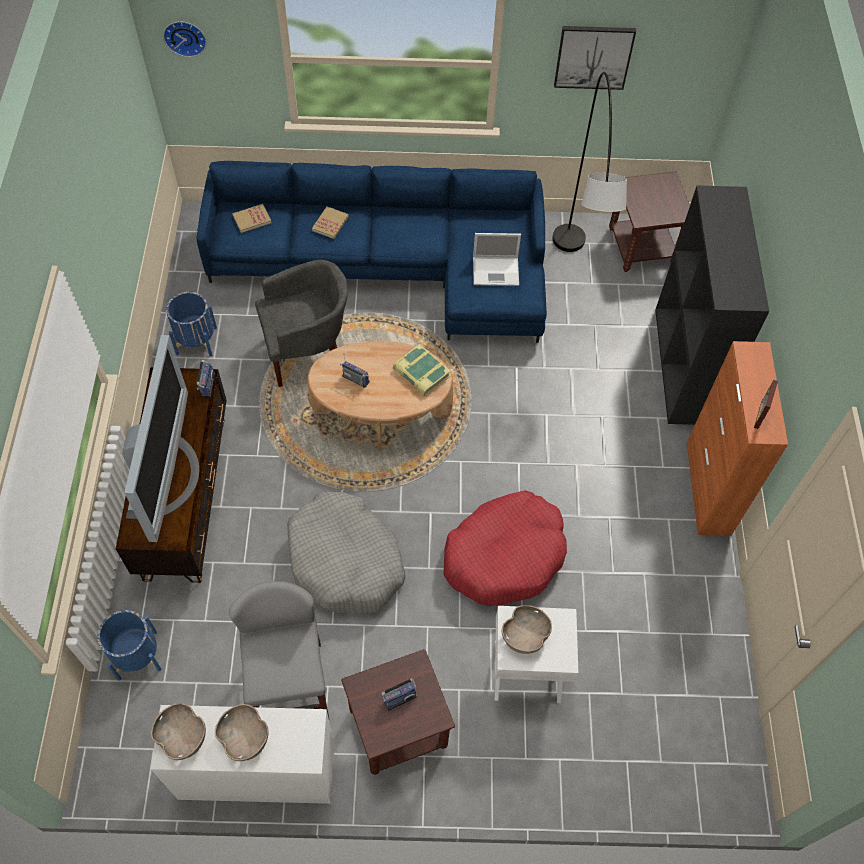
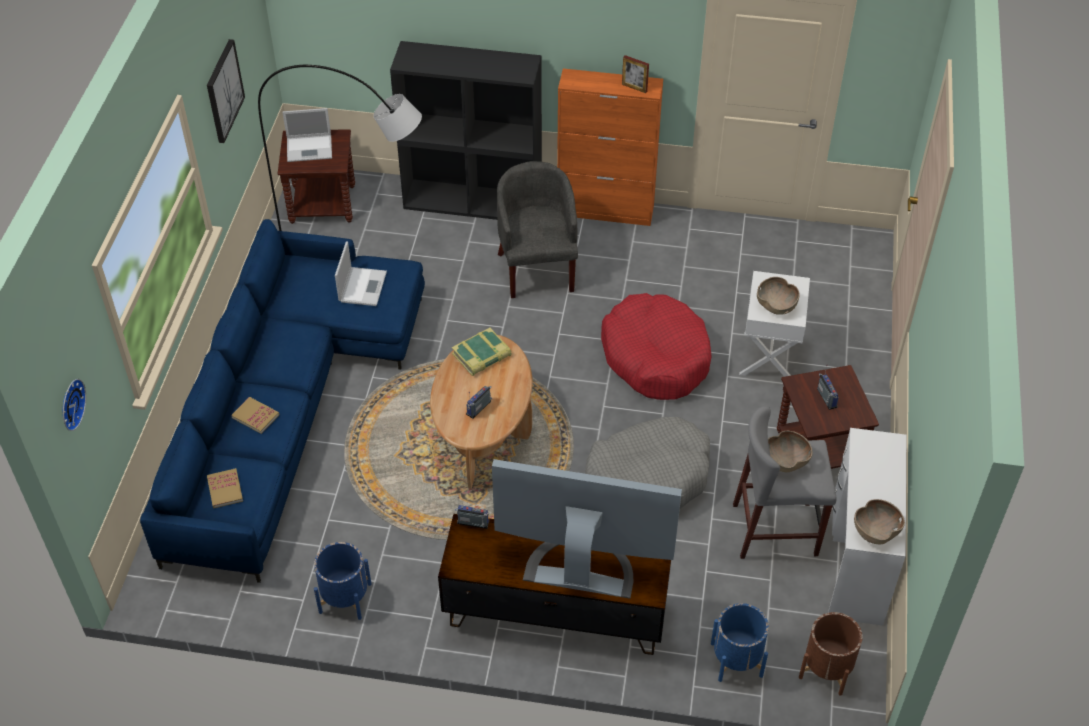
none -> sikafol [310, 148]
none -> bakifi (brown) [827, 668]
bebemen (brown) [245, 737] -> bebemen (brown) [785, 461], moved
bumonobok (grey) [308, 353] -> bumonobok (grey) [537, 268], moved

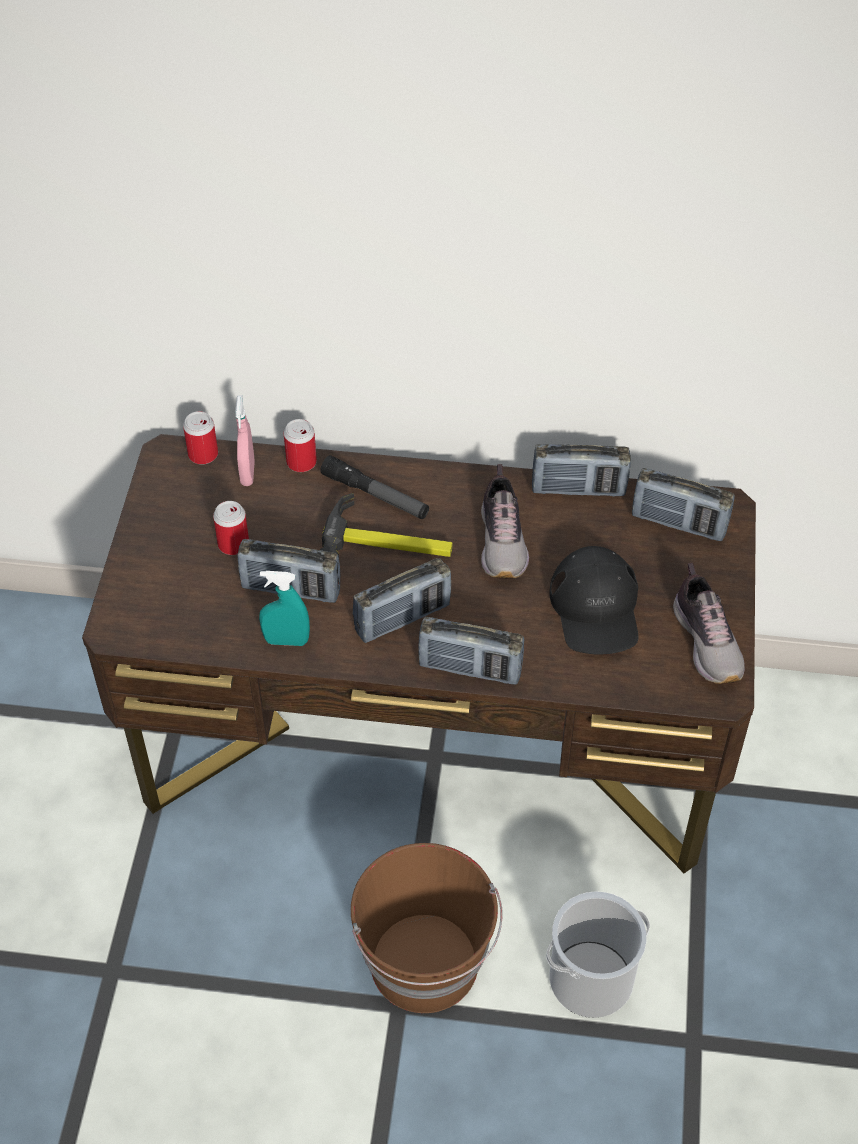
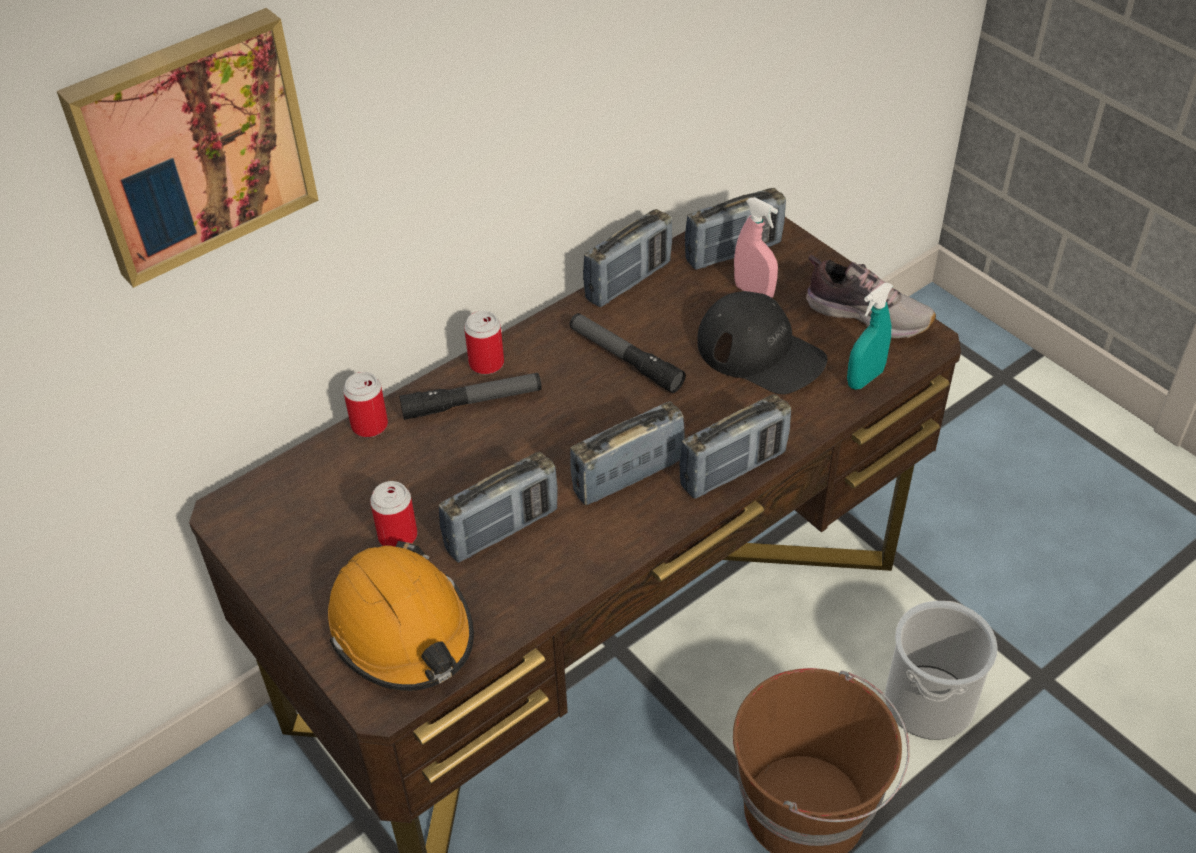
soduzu [388, 542] -> none
none -> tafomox [192, 144]
none -> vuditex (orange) [402, 630]
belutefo [203, 454] -> belutefo [486, 363], moved
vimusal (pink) [247, 473] -> vimusal (pink) [753, 292], moved
vimusal (turquoise) [286, 641] -> vimusal (turquoise) [865, 379], moved
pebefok [503, 541] -> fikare [625, 359]
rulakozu [402, 618] -> rulakozu [628, 476], 135 degrees counterclockwise

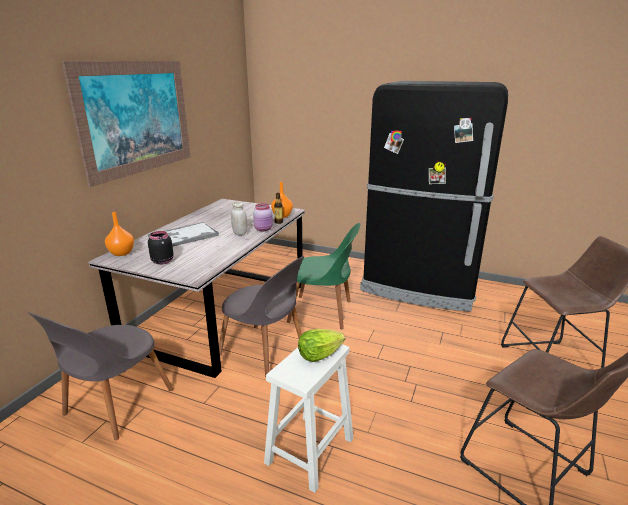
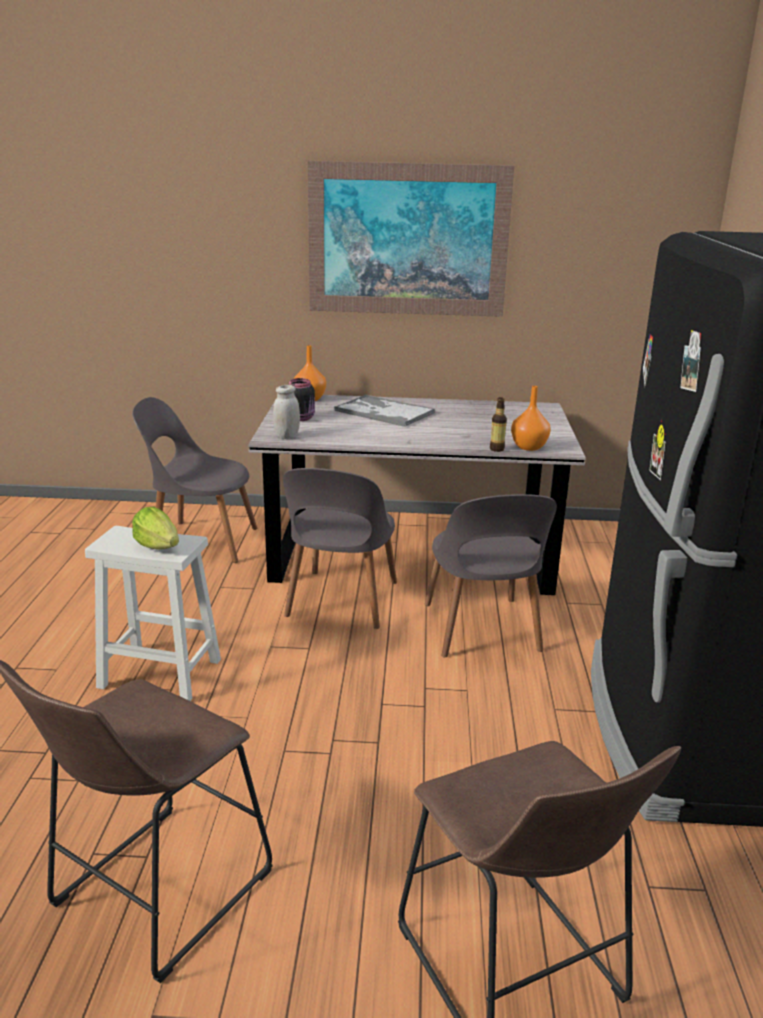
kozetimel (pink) [264, 229] -> none
kozetimel (white) [240, 233] -> kozetimel (white) [287, 436], moved
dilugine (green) [323, 312] -> dilugine (grey) [481, 630]

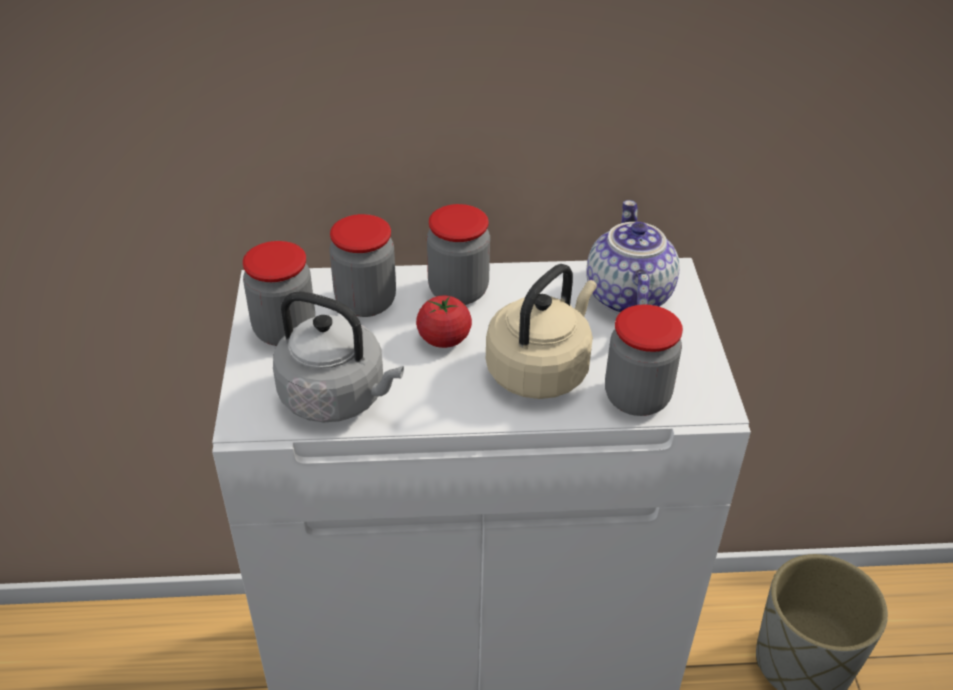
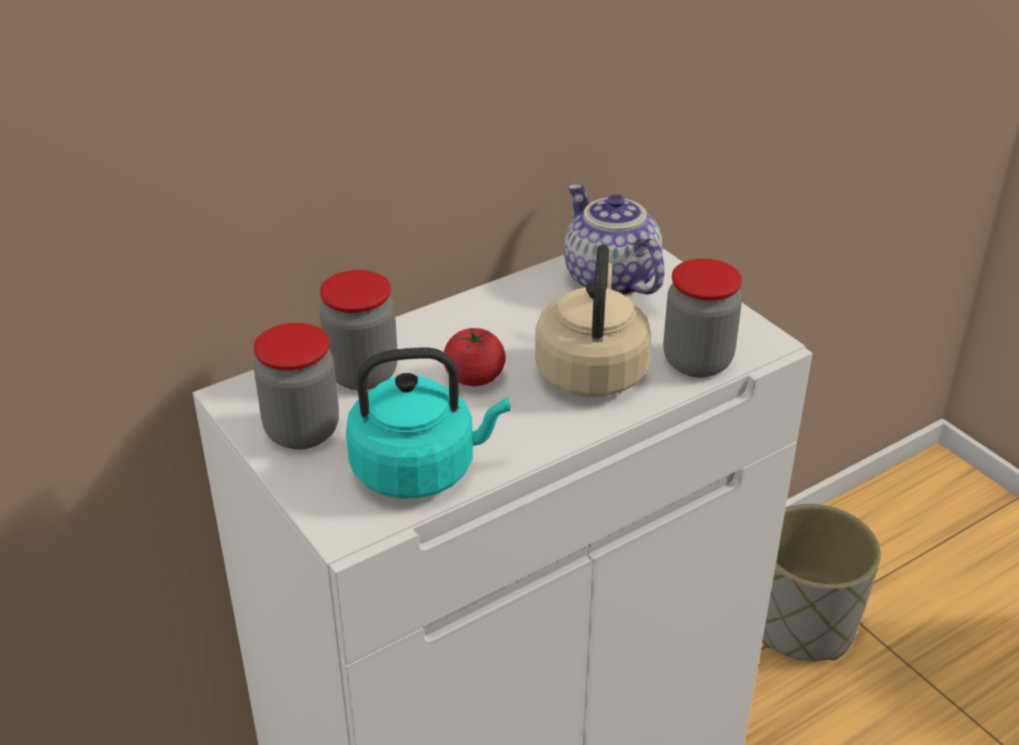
kozetimel [458, 291] -> none
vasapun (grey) [338, 397] -> vasapun (turquoise) [420, 470]

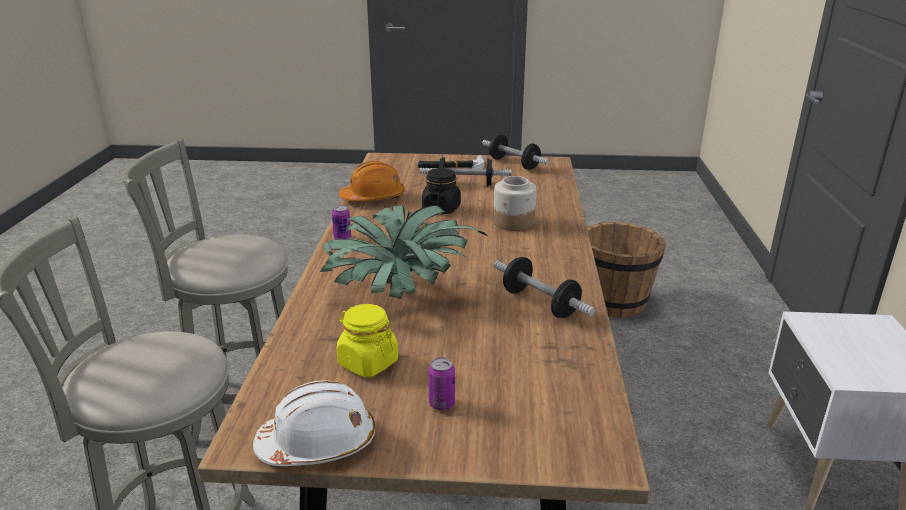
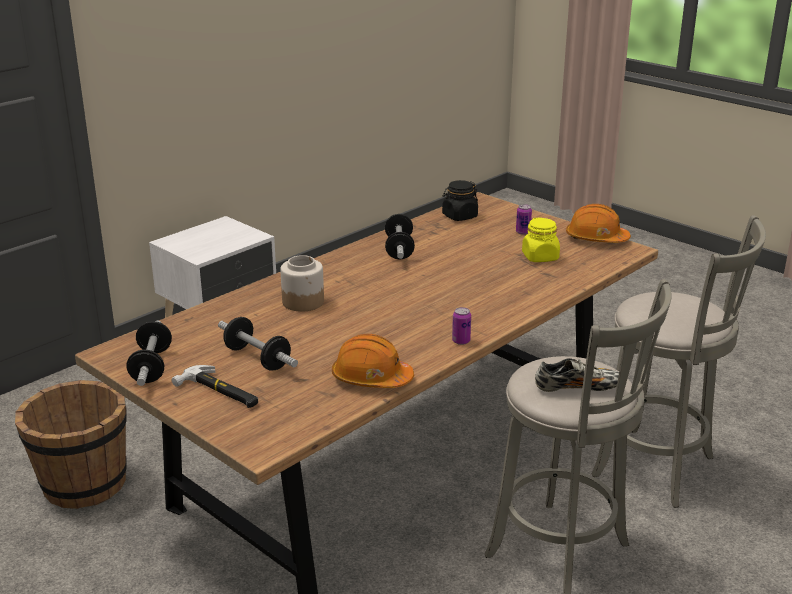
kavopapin [399, 296] -> none
none -> pebefok [577, 388]
kozetimel (black) [441, 208] -> kozetimel (black) [459, 216], moved
vuditex (white) [318, 443] -> vuditex (orange) [596, 239]

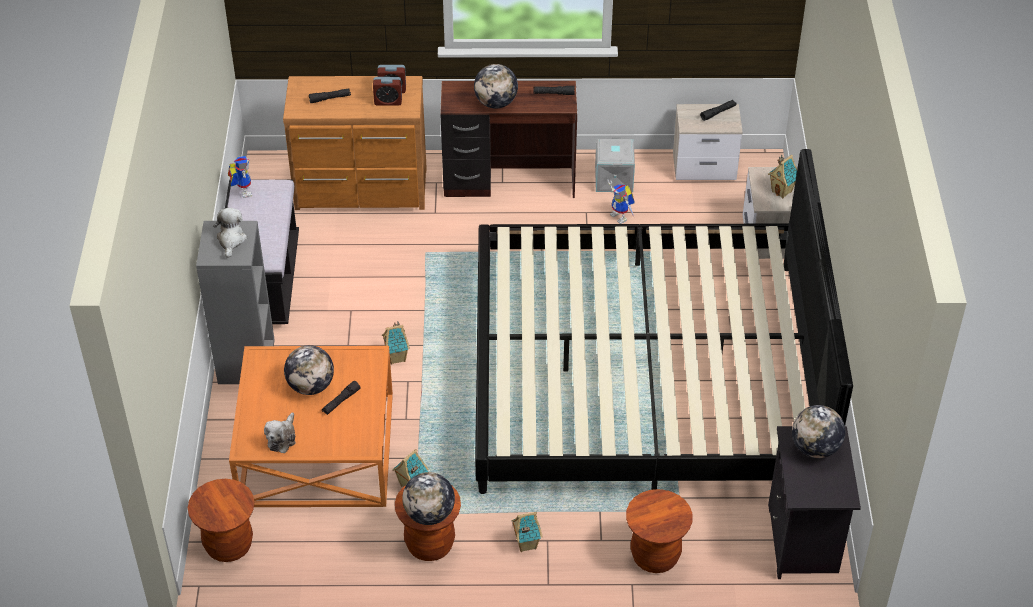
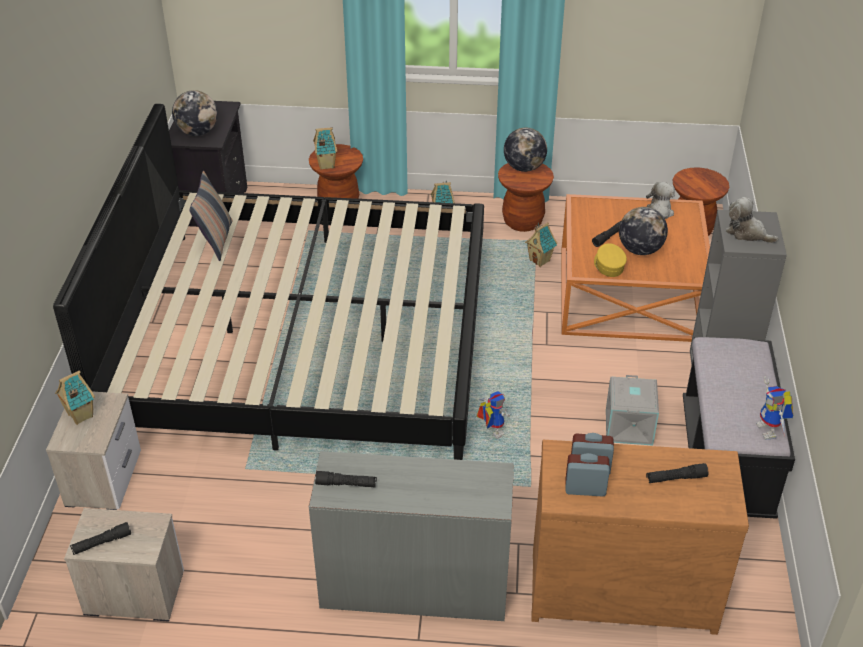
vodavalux [496, 103] -> none
none -> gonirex [216, 240]
none -> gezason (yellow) [608, 265]
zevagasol [397, 357] -> zevagasol [325, 165], moved
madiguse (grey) [613, 179] -> madiguse (grey) [630, 427], moved
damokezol [621, 217] -> damokezol [490, 430], moved
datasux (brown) [509, 182] -> datasux (grey) [414, 585]
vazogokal [231, 240] -> vazogokal [747, 233], 120 degrees clockwise

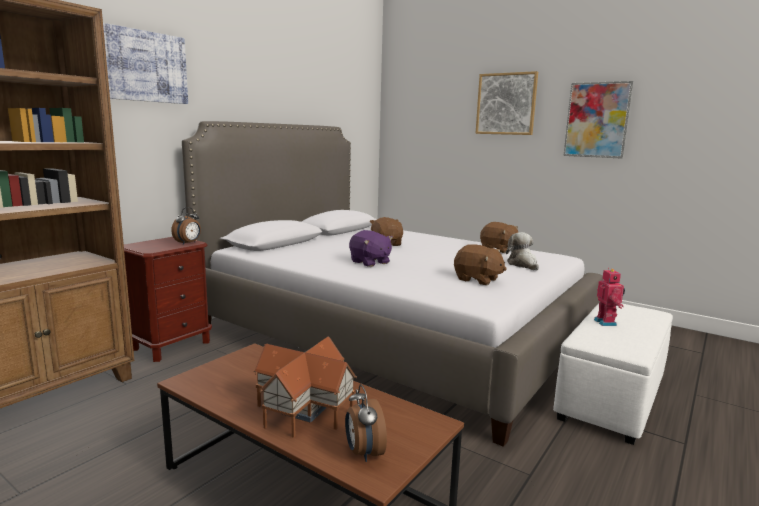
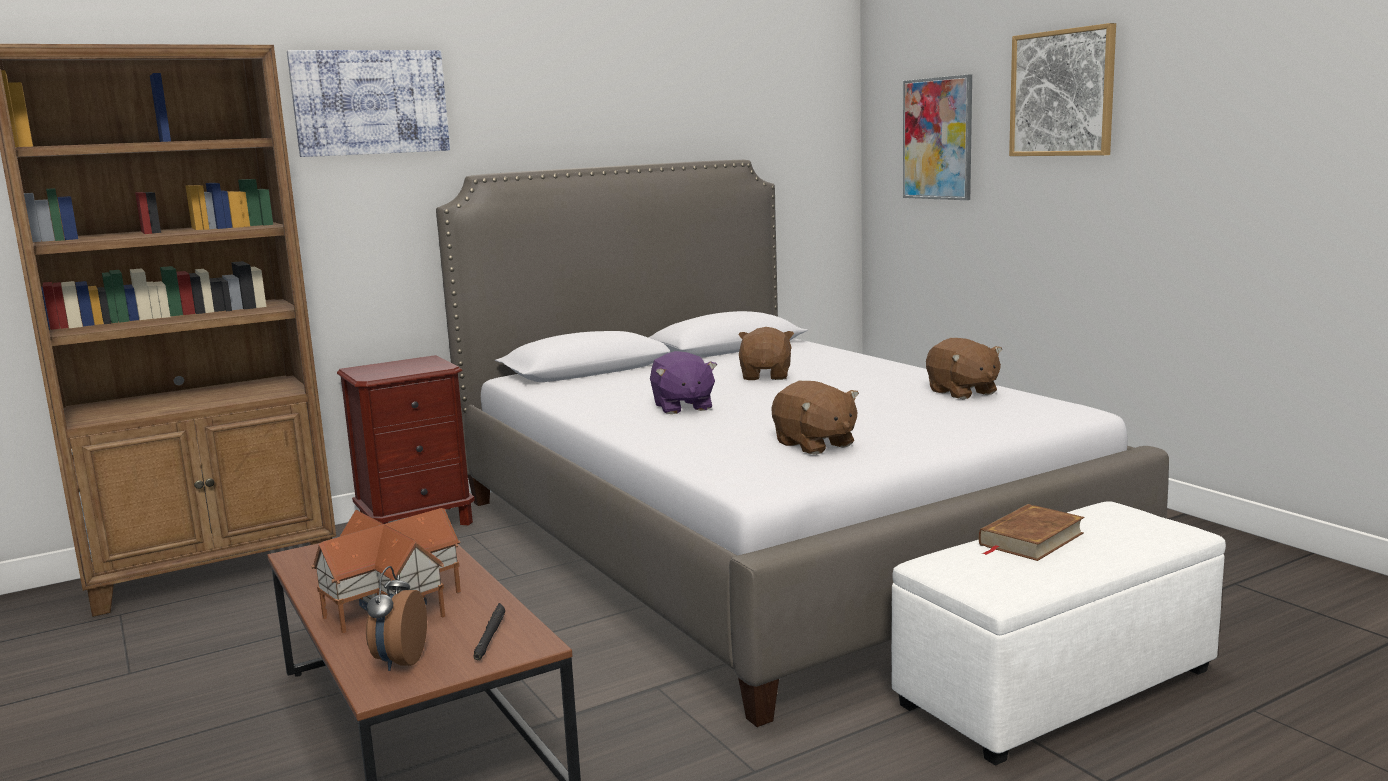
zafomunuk [188, 243] -> none
vazogokal [523, 265] -> none
none -> fikare (black) [490, 636]
tafomox [597, 120] -> tafomox [937, 139], moved
damokezol [606, 322] -> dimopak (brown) [1030, 539]

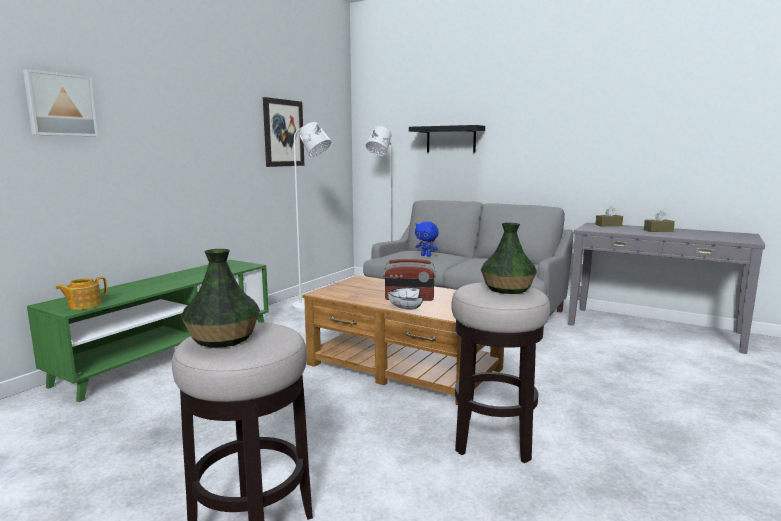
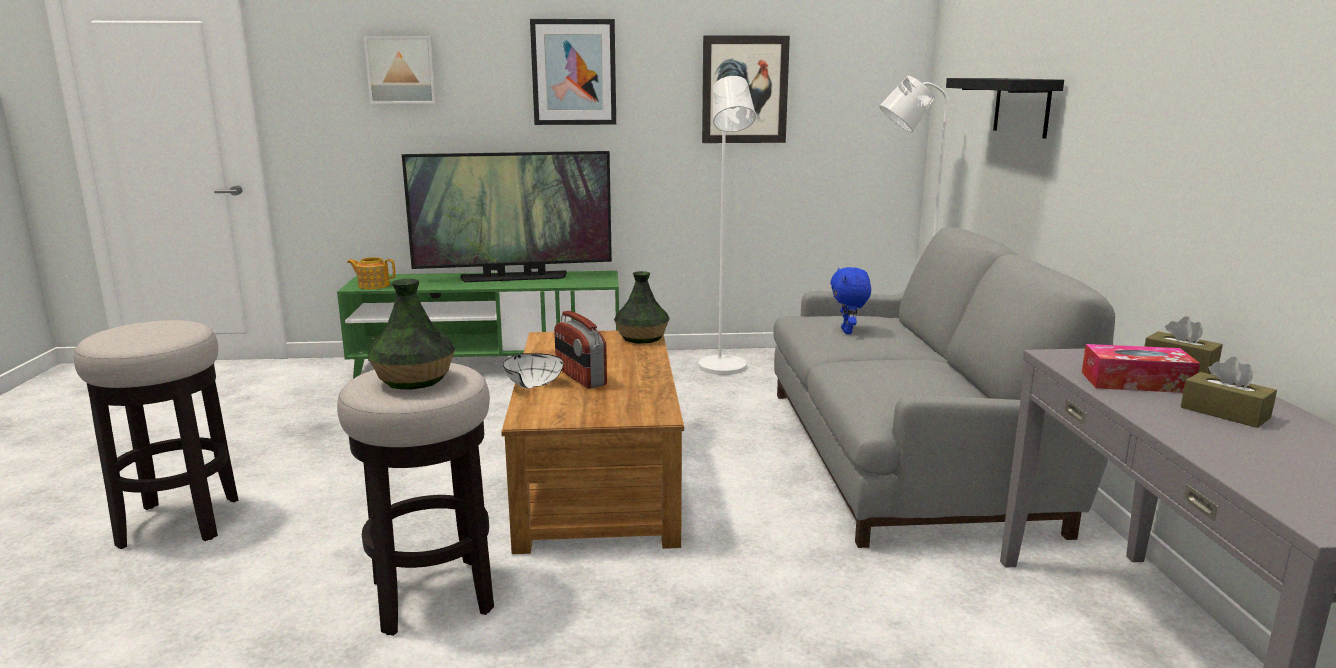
none -> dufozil [514, 278]
none -> tafomox [574, 72]
none -> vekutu [1136, 382]
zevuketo [222, 338] -> zevuketo [642, 337], moved

